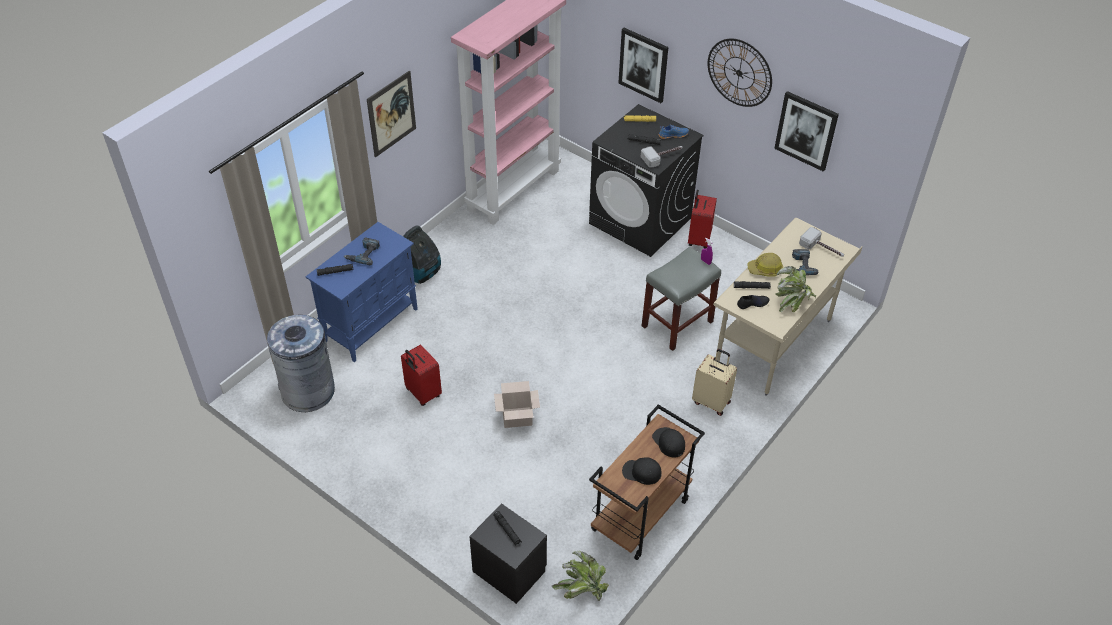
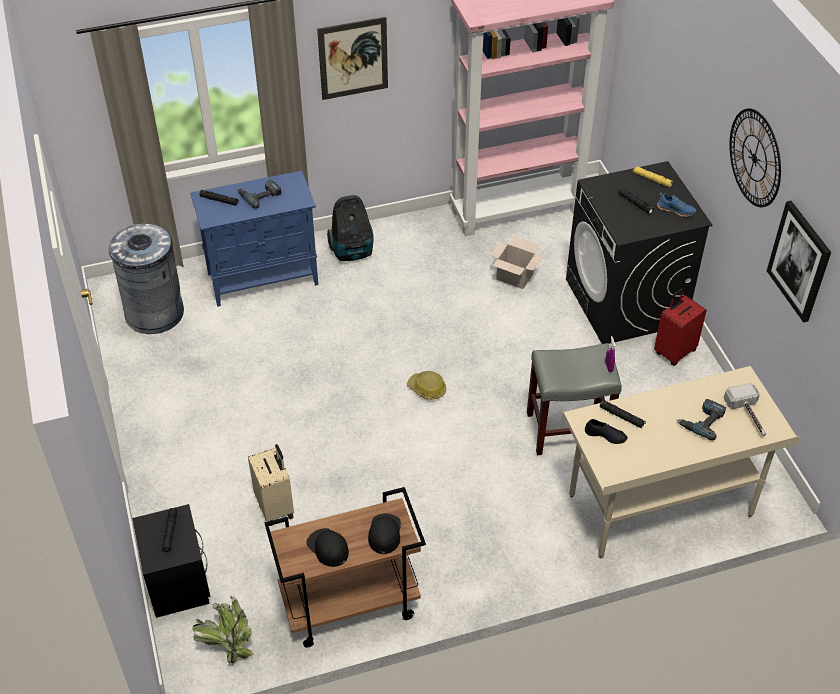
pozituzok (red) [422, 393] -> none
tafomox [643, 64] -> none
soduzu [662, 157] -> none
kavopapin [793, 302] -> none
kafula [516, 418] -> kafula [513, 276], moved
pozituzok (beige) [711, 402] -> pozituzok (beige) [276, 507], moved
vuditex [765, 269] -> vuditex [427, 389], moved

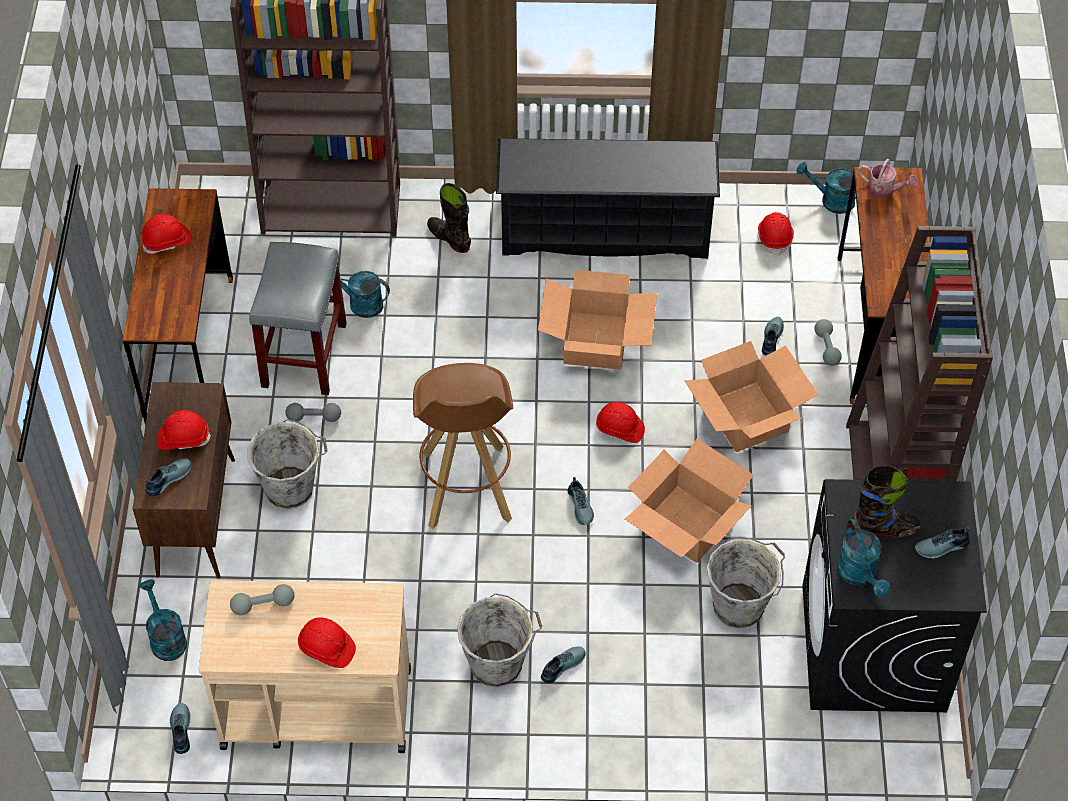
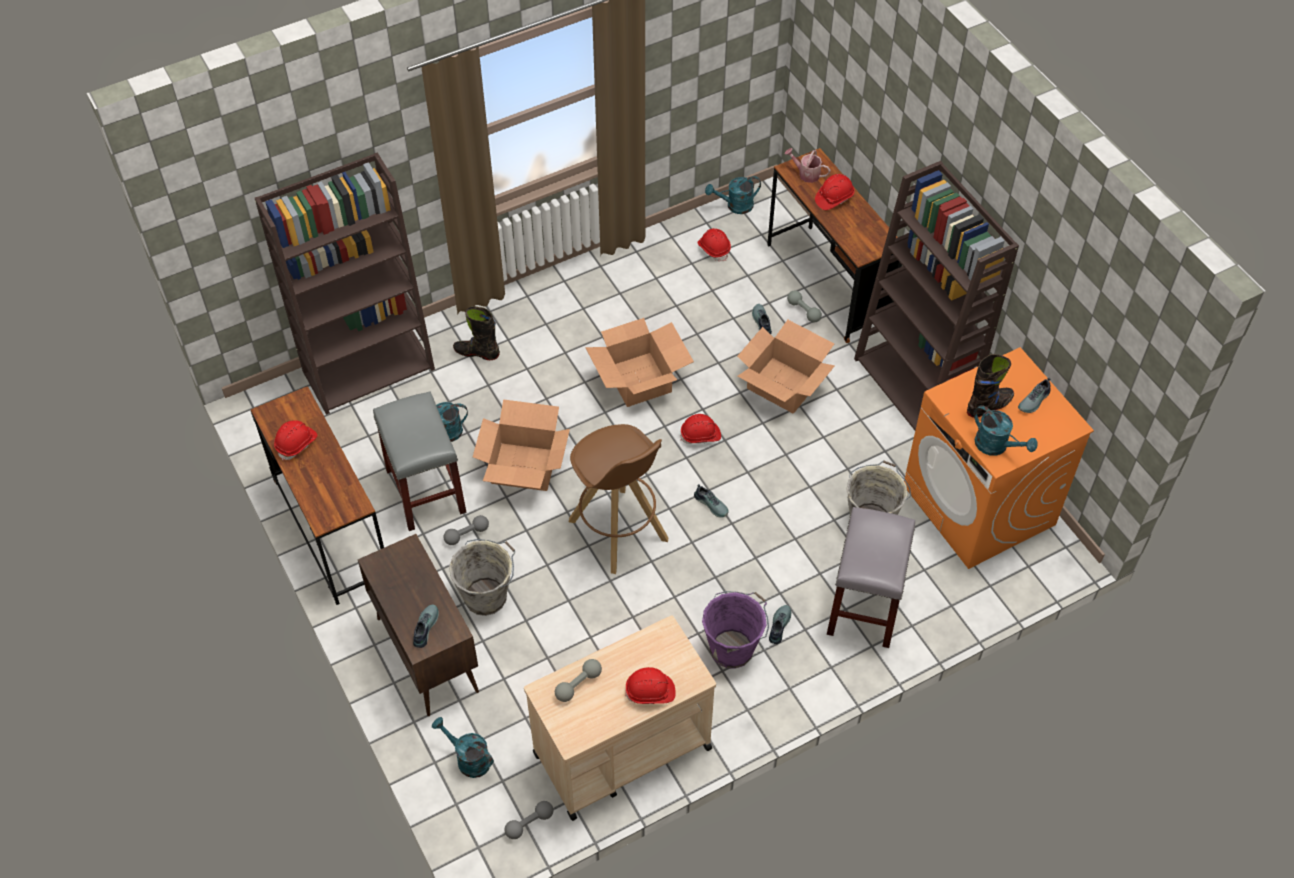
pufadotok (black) [605, 231] -> none
none -> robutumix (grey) [865, 606]
vuditex (red) [183, 438] -> vuditex (red) [834, 198], moved
kafula [686, 525] -> kafula [524, 467], moved
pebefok [180, 730] -> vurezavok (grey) [529, 823]
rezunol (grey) [498, 664] -> rezunol (purple) [733, 648]
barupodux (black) [873, 649] -> barupodux (orange) [979, 505]
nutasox [884, 190] -> nutasox [806, 174], 150 degrees counterclockwise

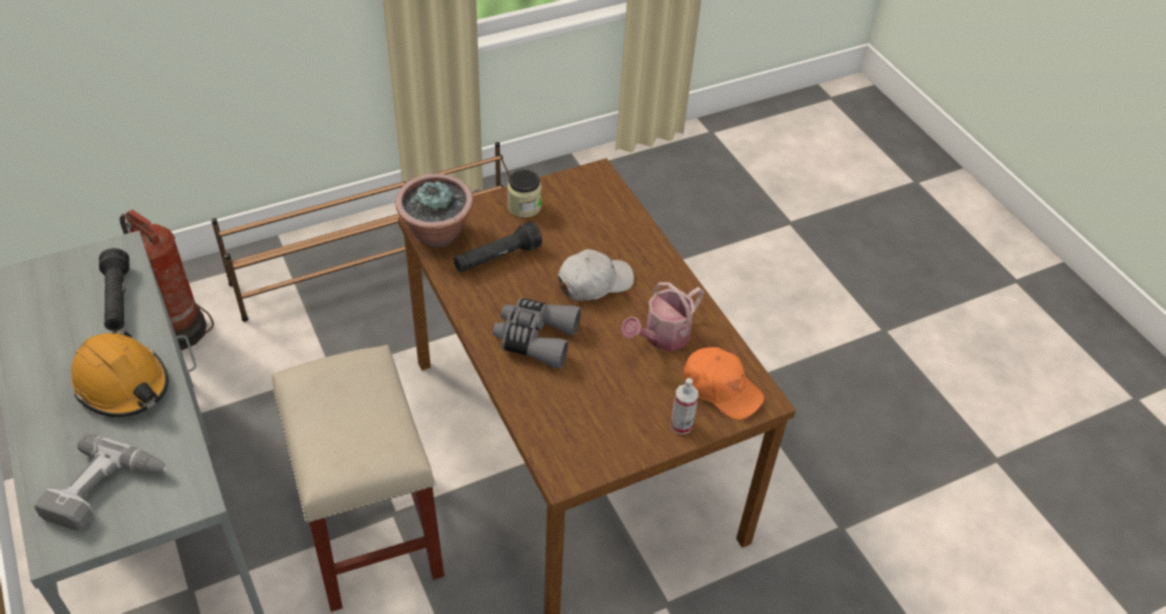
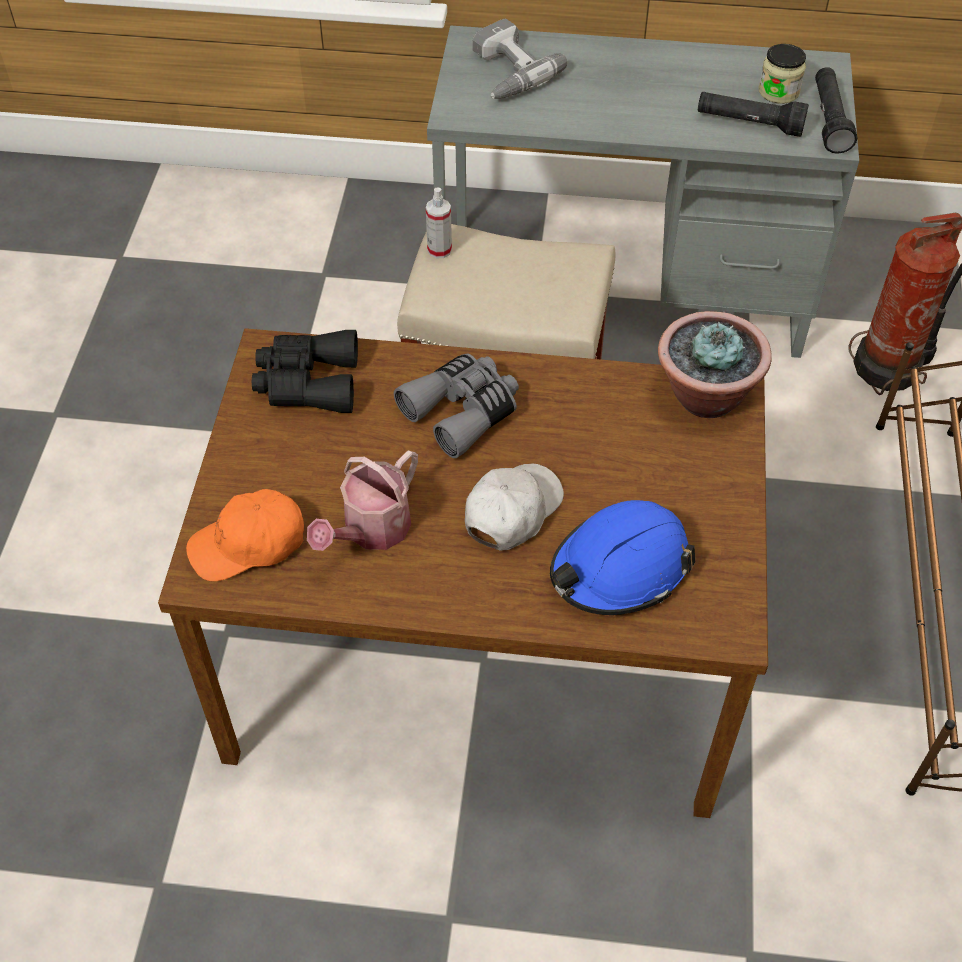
vuditex (orange) [123, 384] -> none
none -> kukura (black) [308, 383]
none -> vuditex (blue) [619, 568]
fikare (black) [497, 258] -> fikare (black) [829, 120], moved
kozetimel [524, 207] -> kozetimel [778, 91], moved
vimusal [681, 425] -> vimusal [439, 250], moved
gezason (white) [594, 282] -> gezason (white) [512, 511], 150 degrees counterclockwise
nutasox [661, 337] -> nutasox [371, 531], 135 degrees counterclockwise

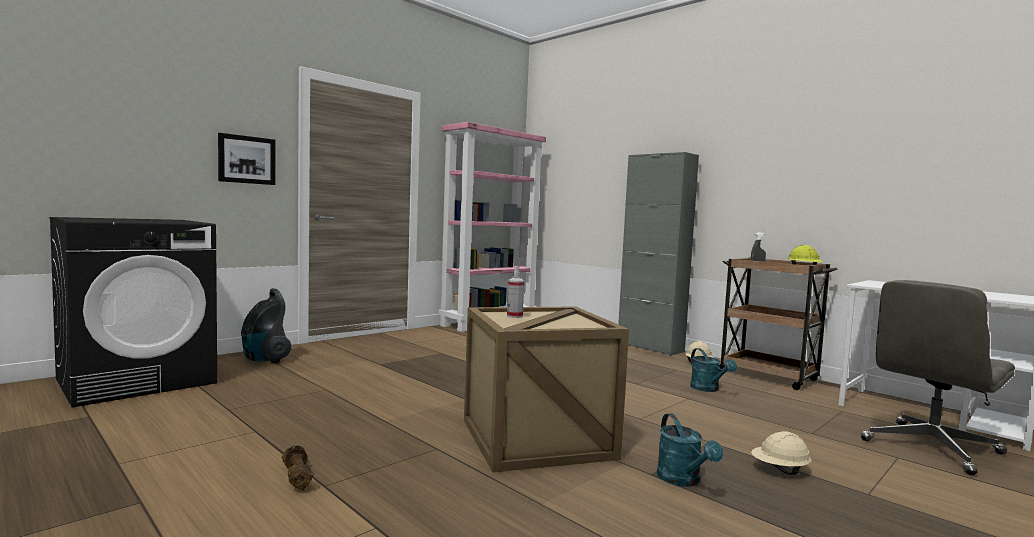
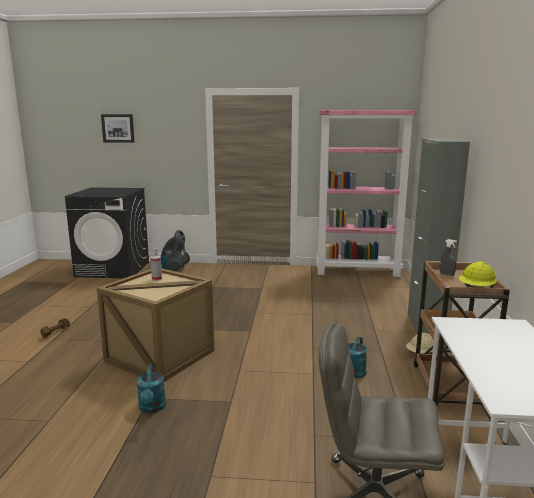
vuditex (beige) [780, 470] -> none
tafomox [246, 159] -> tafomox [118, 128], moved
nutasox (turquoise) [683, 480] -> nutasox (turquoise) [152, 408], 45 degrees counterclockwise

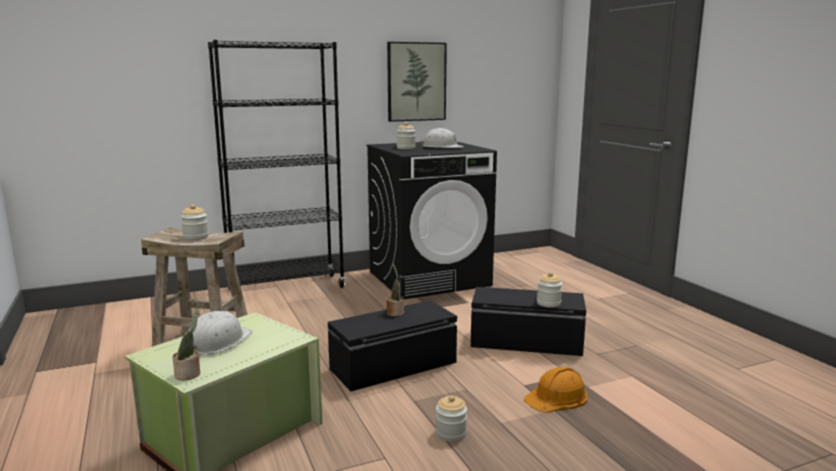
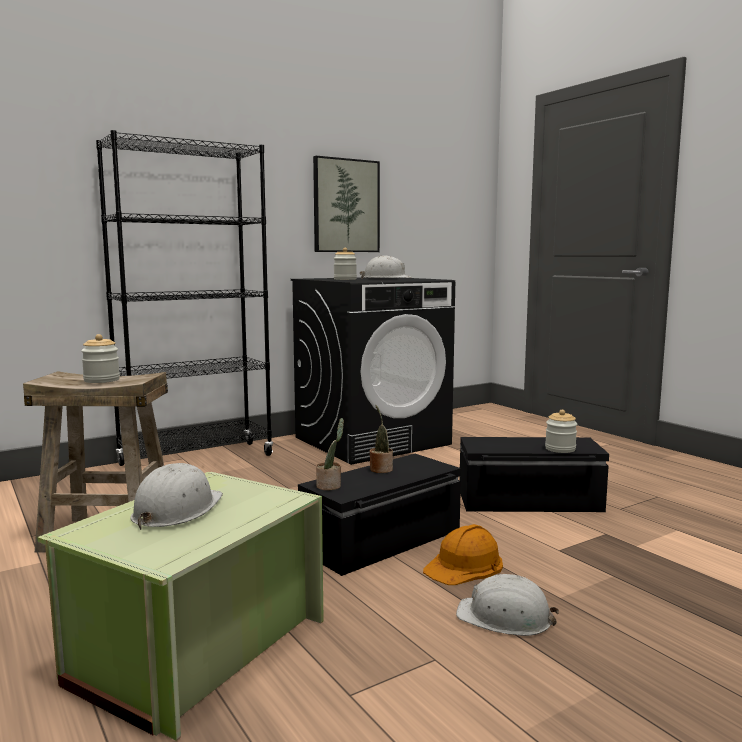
kavopapin [189, 374] -> kavopapin [330, 486], moved
vuditex (orange) [557, 397] -> vuditex (orange) [464, 565], moved
kozetimel [451, 433] -> vuditex (white) [505, 617]

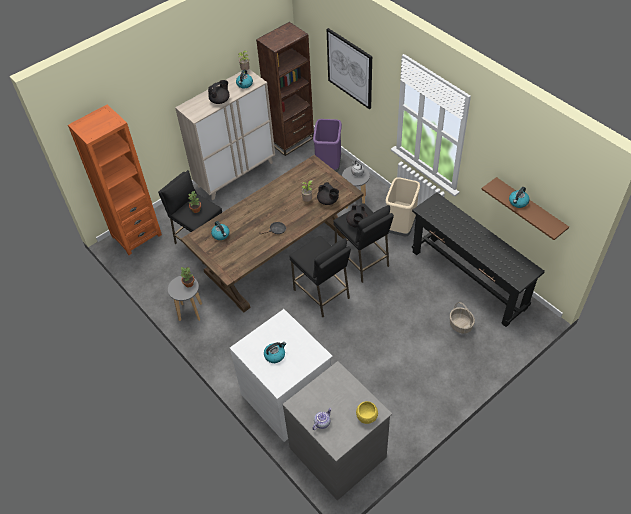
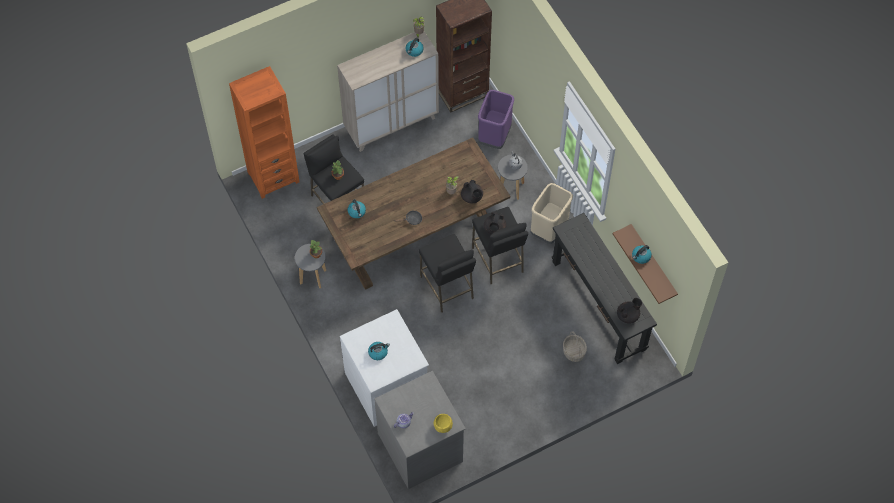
tafomox [350, 68] -> none
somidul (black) [220, 100] -> somidul (black) [628, 315], moved

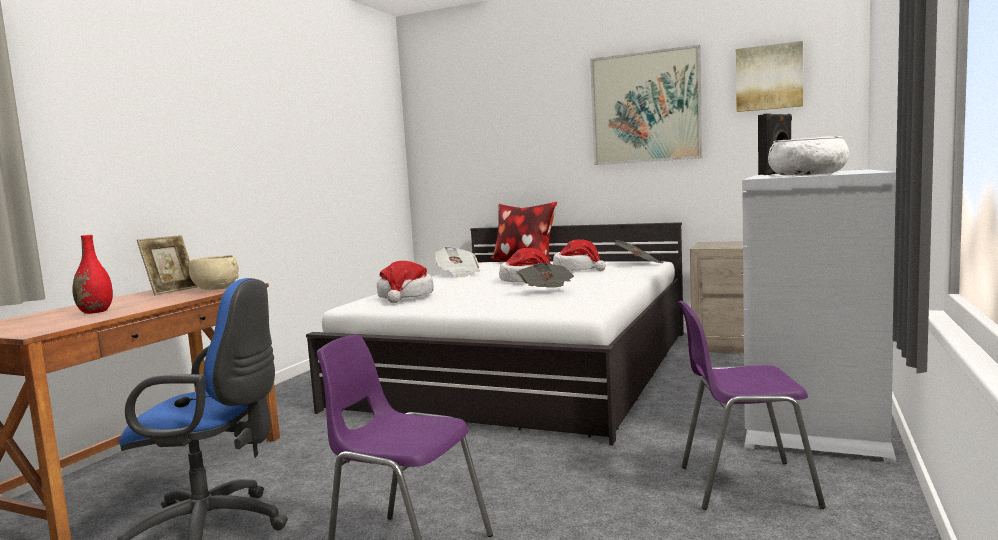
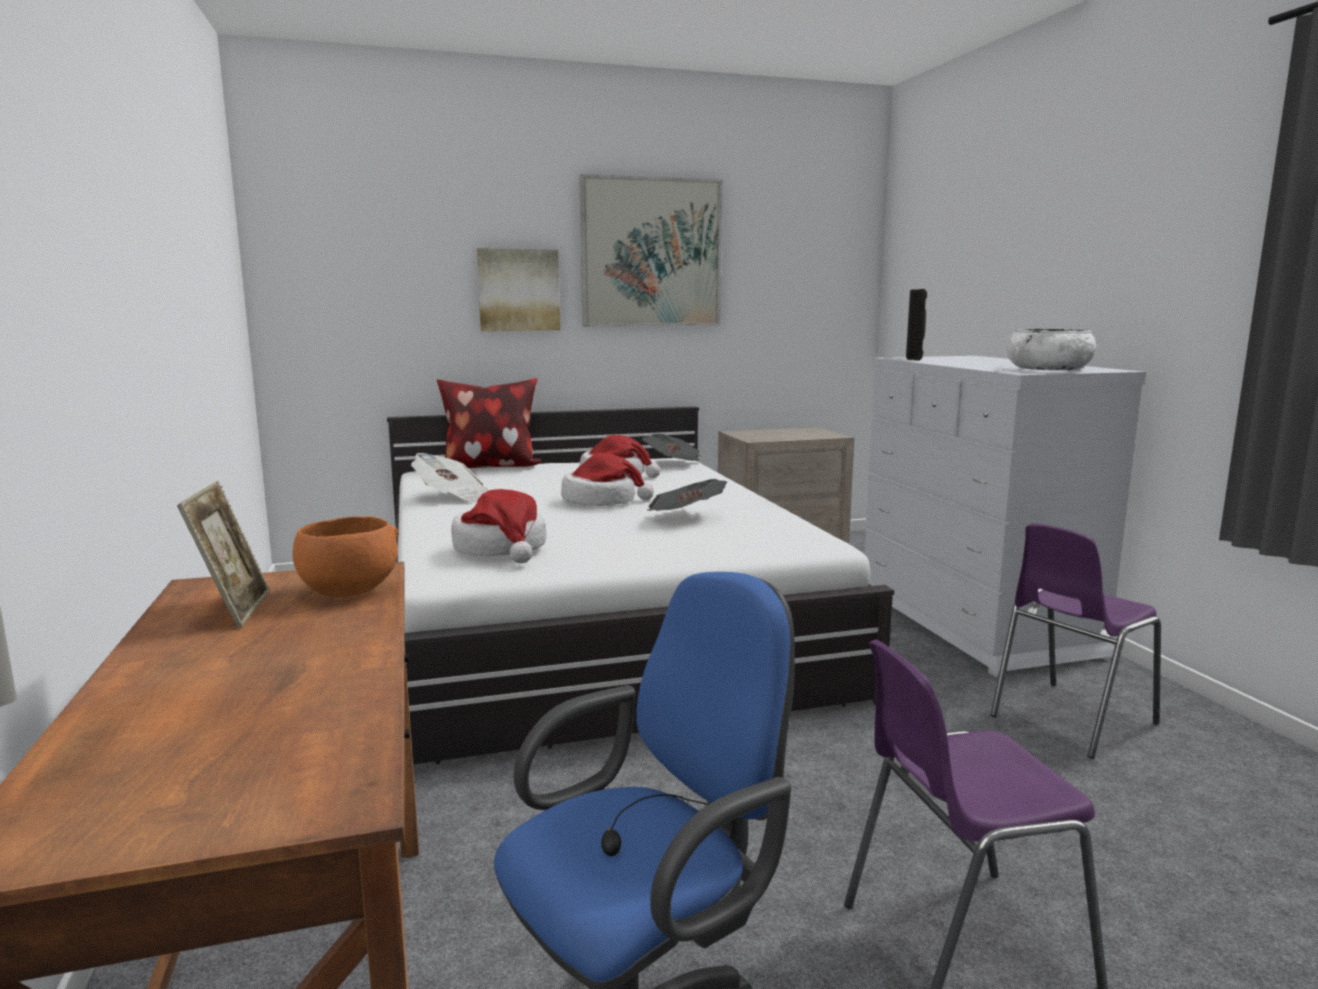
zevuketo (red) [95, 312] -> none
tafomox [769, 77] -> tafomox [518, 290], moved
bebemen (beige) [215, 289] -> bebemen (orange) [347, 592]

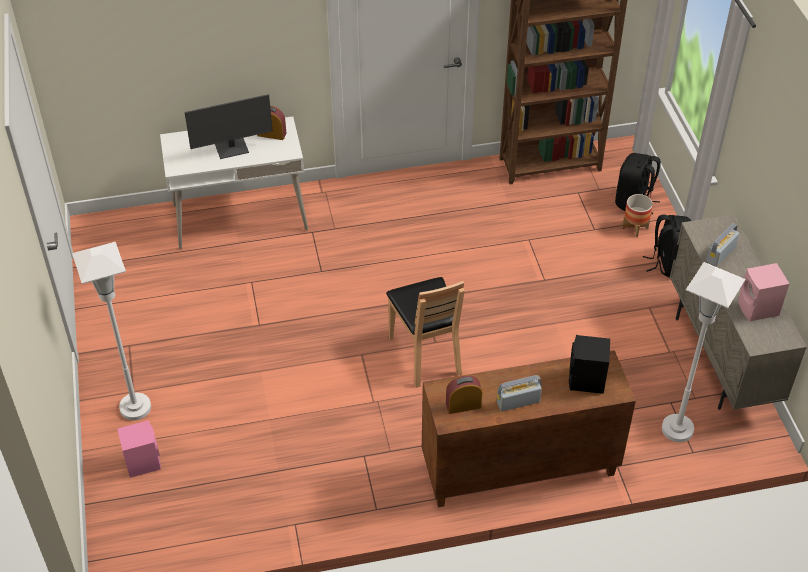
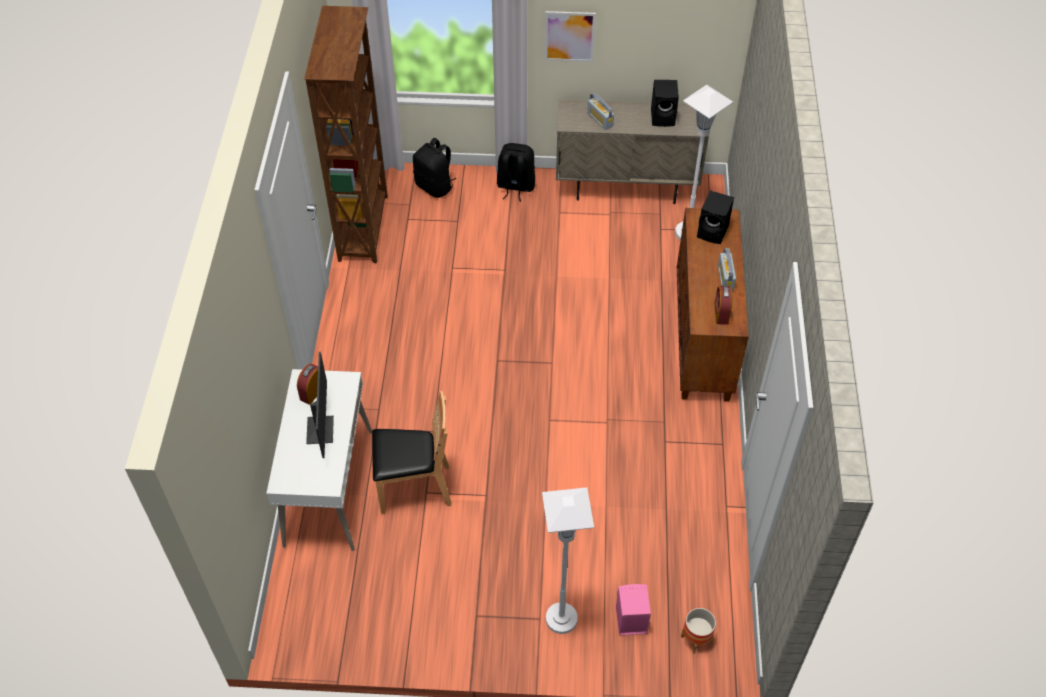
none -> tafomox [569, 36]
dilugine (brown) [426, 354] -> dilugine (brown) [414, 488], moved
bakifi [635, 228] -> bakifi [696, 639], moved
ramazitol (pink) [758, 309] -> ramazitol (black) [664, 117]

